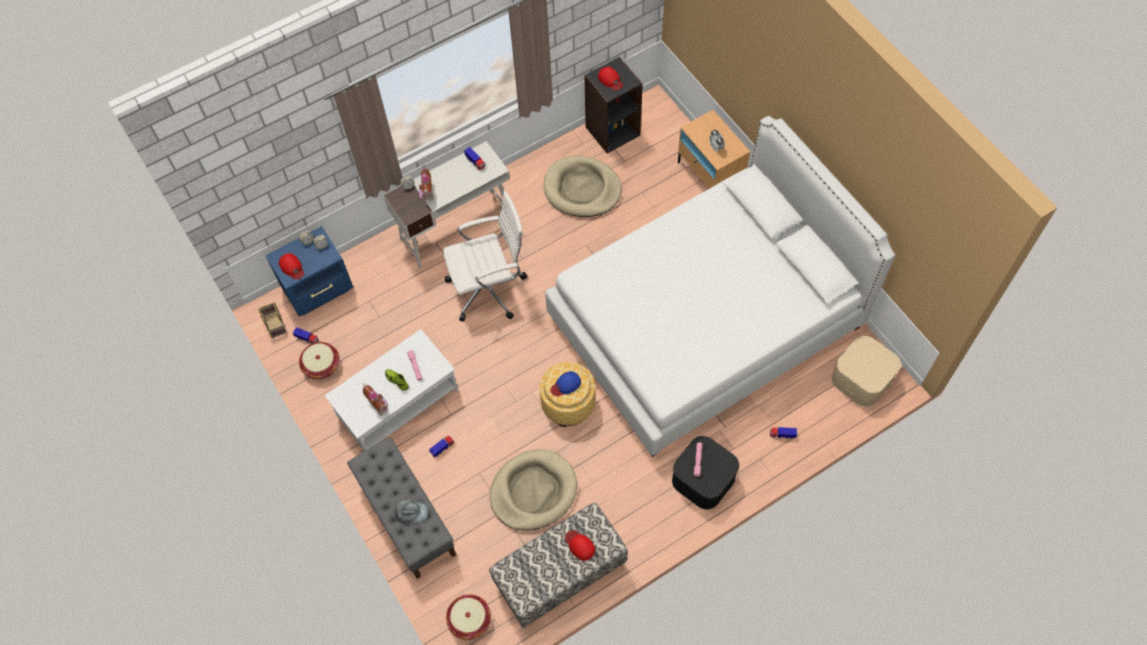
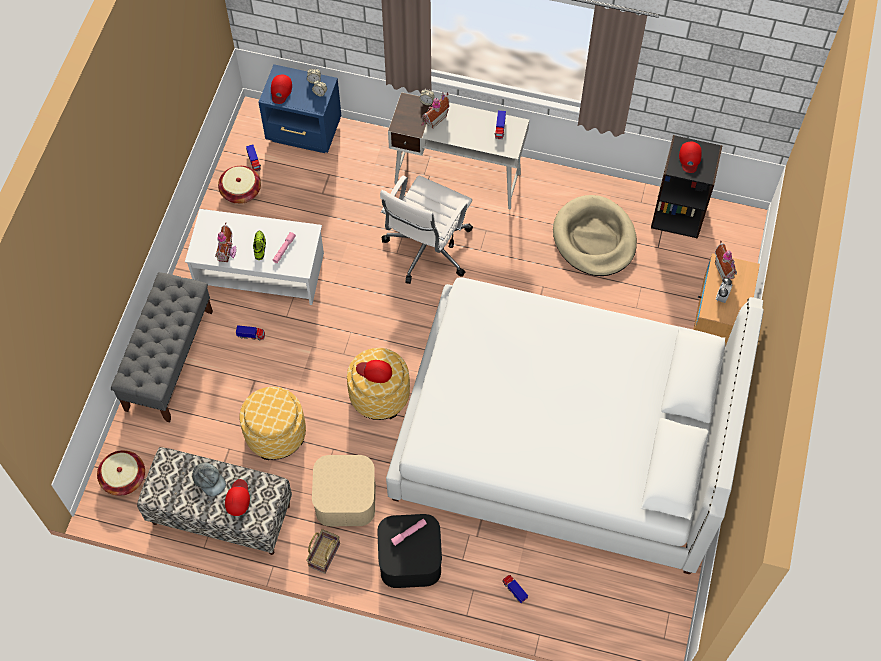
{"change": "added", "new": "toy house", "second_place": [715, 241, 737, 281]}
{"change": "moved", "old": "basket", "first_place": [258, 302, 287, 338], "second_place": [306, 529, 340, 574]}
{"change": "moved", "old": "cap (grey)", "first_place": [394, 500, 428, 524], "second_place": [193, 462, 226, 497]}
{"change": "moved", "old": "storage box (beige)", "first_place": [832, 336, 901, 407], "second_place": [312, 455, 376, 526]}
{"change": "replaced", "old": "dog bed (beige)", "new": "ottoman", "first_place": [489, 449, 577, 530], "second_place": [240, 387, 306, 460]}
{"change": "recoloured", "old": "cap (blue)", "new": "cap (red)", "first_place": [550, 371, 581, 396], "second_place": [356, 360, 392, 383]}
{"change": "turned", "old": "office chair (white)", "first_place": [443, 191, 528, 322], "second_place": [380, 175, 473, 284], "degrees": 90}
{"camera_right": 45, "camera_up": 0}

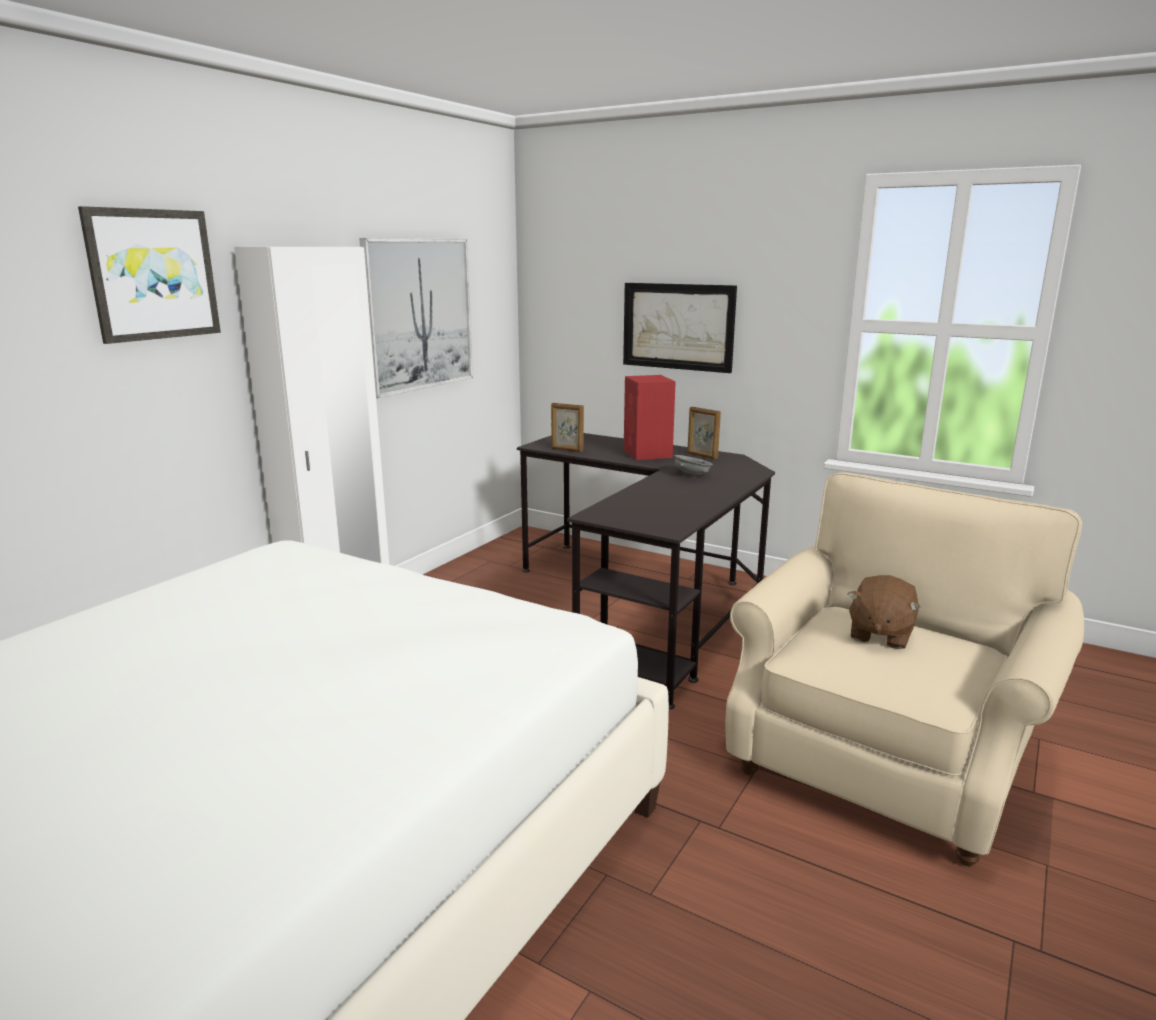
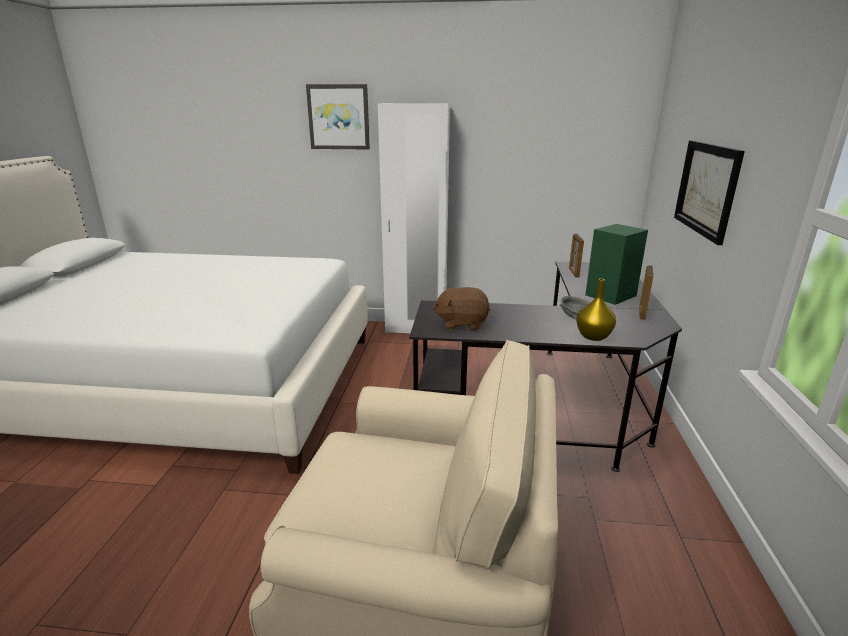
{"change": "removed", "old": "picture", "first_place": [359, 238, 473, 398]}
{"change": "added", "new": "vase (yellow)", "second_place": [576, 279, 616, 341]}
{"change": "moved", "old": "plush toy (brown)", "first_place": [848, 575, 921, 649], "second_place": [432, 287, 490, 331]}
{"change": "recoloured", "old": "speaker (red)", "new": "speaker (green)", "first_place": [624, 375, 676, 460], "second_place": [585, 224, 648, 305]}
{"camera_right": 65, "camera_up": 5}

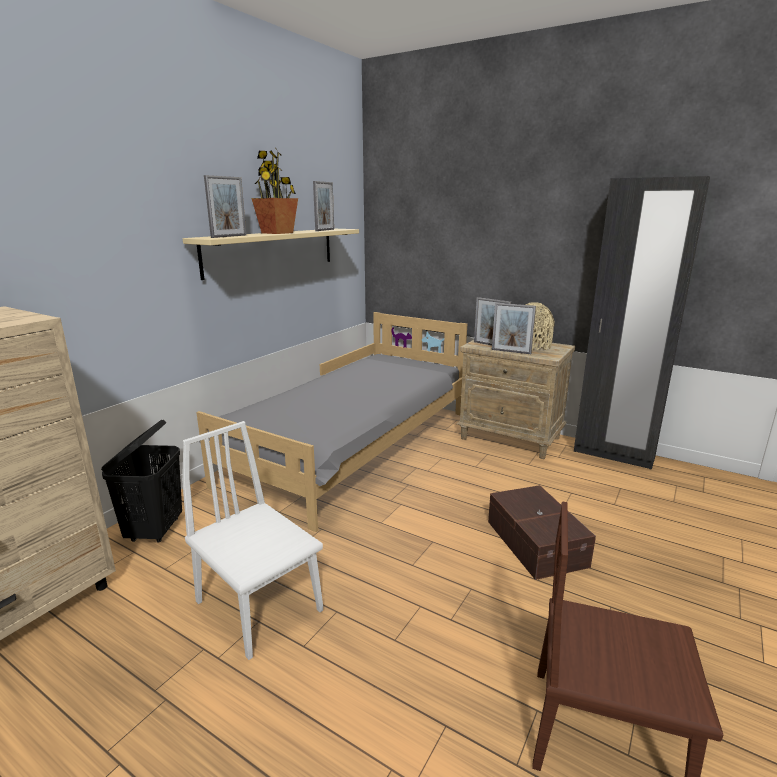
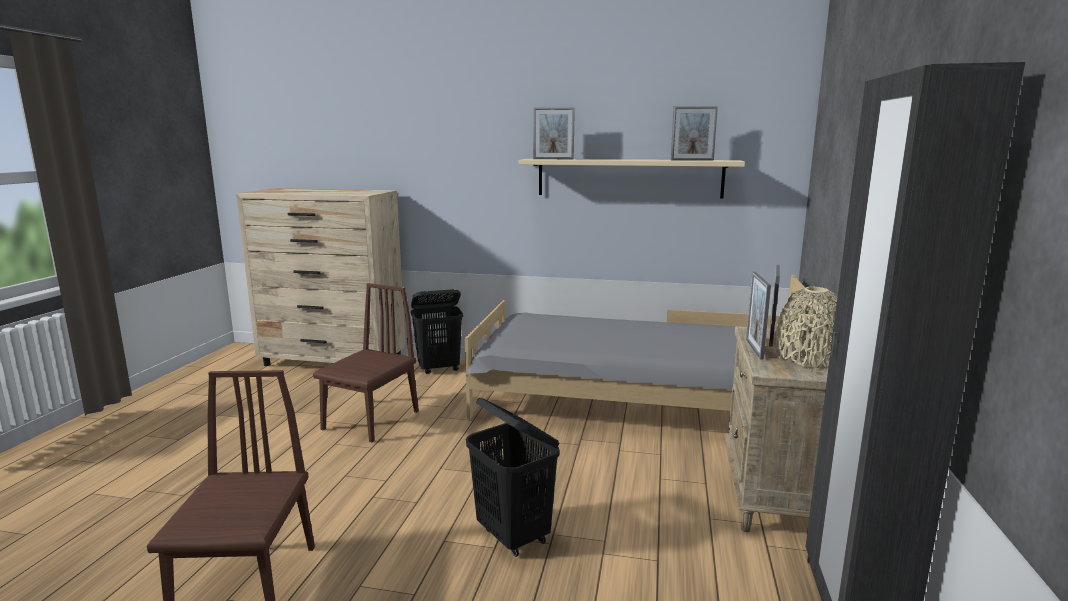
{"change": "removed", "old": "potted plant", "first_place": [252, 149, 298, 234]}
{"change": "replaced", "old": "storage box (brown)", "new": "laundry basket (black)", "first_place": [488, 485, 596, 580], "second_place": [466, 398, 560, 557]}
{"change": "recoloured", "old": "chair (white)", "new": "chair (brown)", "first_place": [182, 421, 323, 660], "second_place": [313, 283, 419, 442]}
{"camera_right": 70, "camera_up": -5}

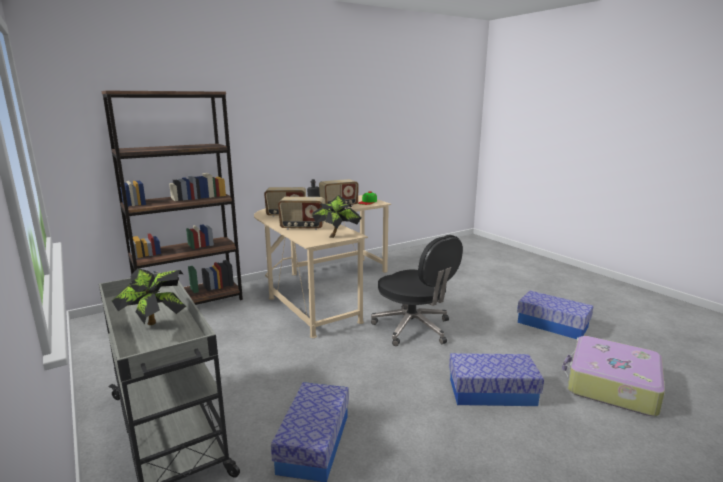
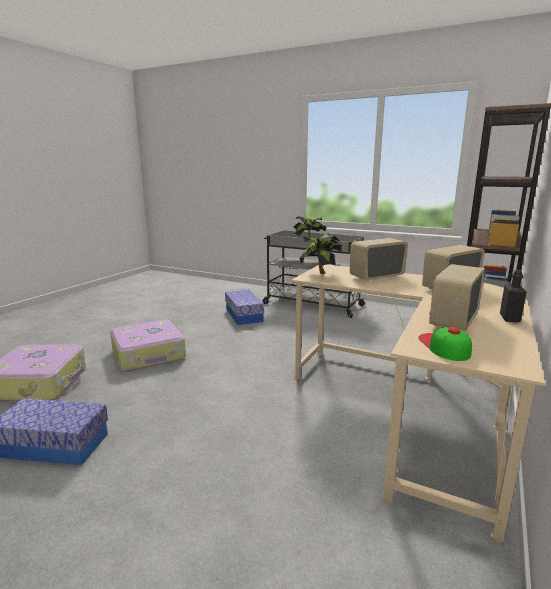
{"change": "removed", "old": "office chair (black)", "first_place": [371, 235, 463, 346]}
{"change": "replaced", "old": "storage box", "new": "suitcase", "first_place": [449, 353, 544, 406], "second_place": [110, 319, 186, 371]}
{"camera_right": 150, "camera_up": 0}

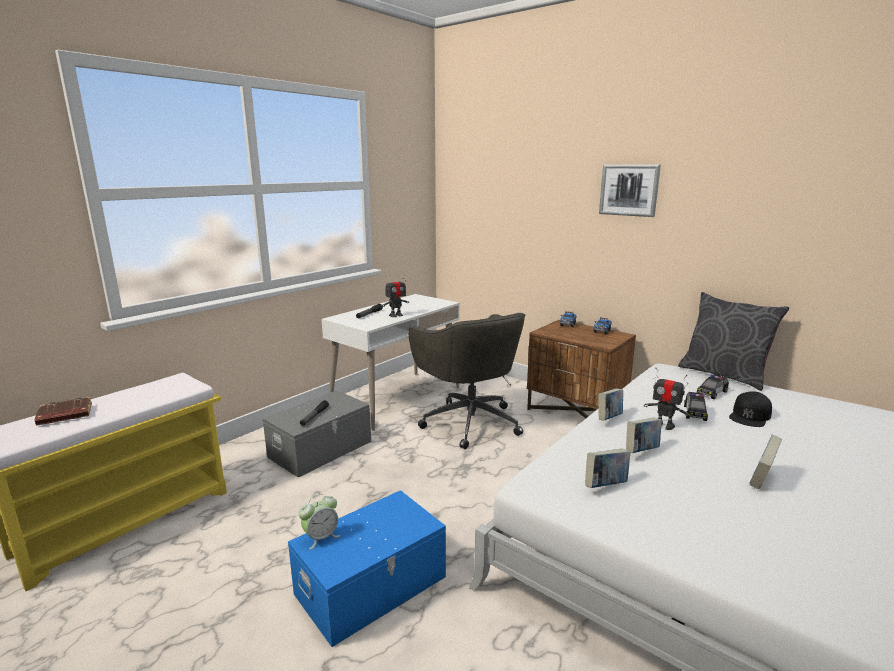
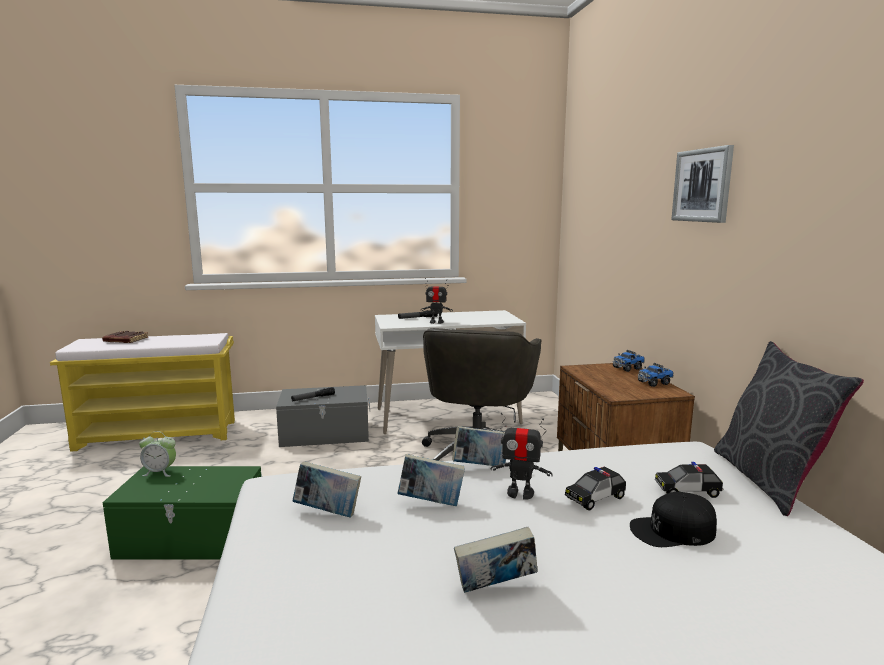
{"change": "recoloured", "old": "storage box (blue)", "new": "storage box (green)", "first_place": [288, 490, 446, 647], "second_place": [102, 466, 262, 560]}
{"change": "turned", "old": "toy robot", "first_place": [644, 368, 690, 430], "second_place": [491, 413, 553, 500], "degrees": -60}
{"camera_right": 40, "camera_up": -5}

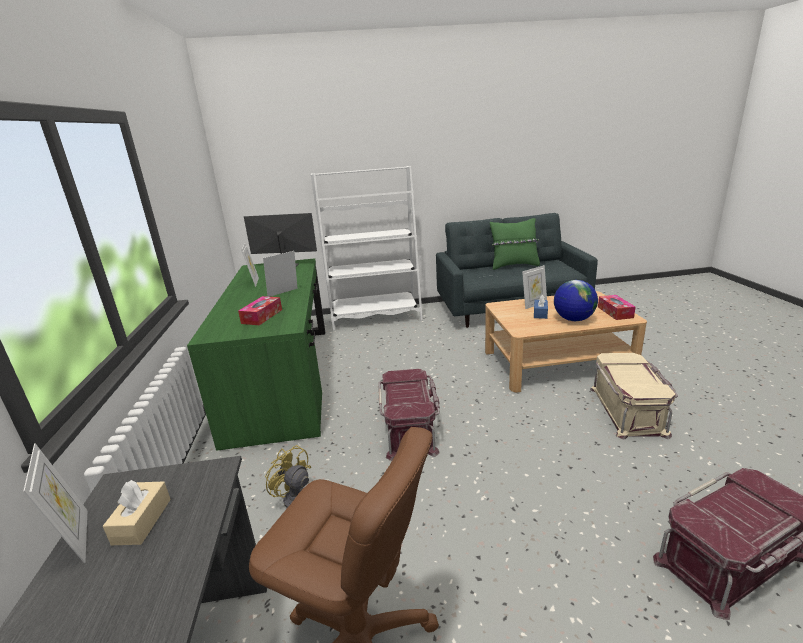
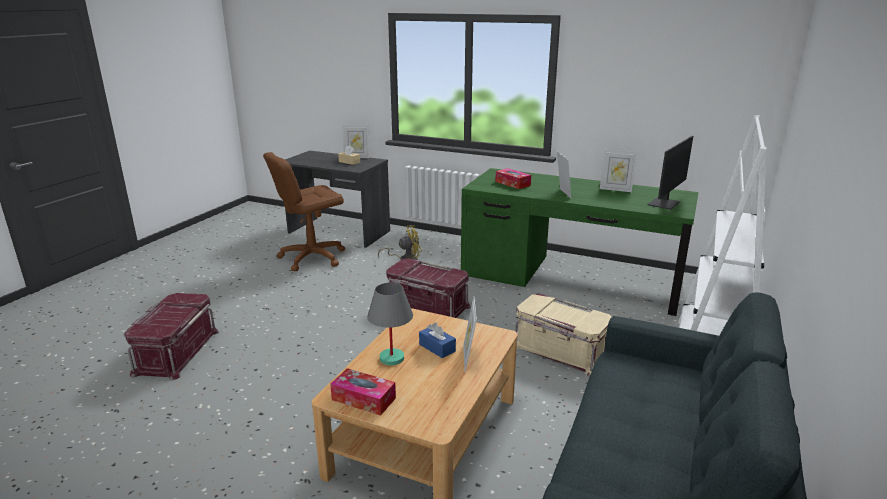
{"change": "removed", "old": "pillow (green)", "first_place": [490, 218, 540, 270]}
{"change": "moved", "old": "storage box (beige)", "first_place": [590, 353, 678, 439], "second_place": [515, 294, 611, 377]}
{"change": "replaced", "old": "globe", "new": "table lamp (grey)", "first_place": [554, 280, 598, 321], "second_place": [367, 283, 413, 365]}
{"camera_right": 120, "camera_up": 0}

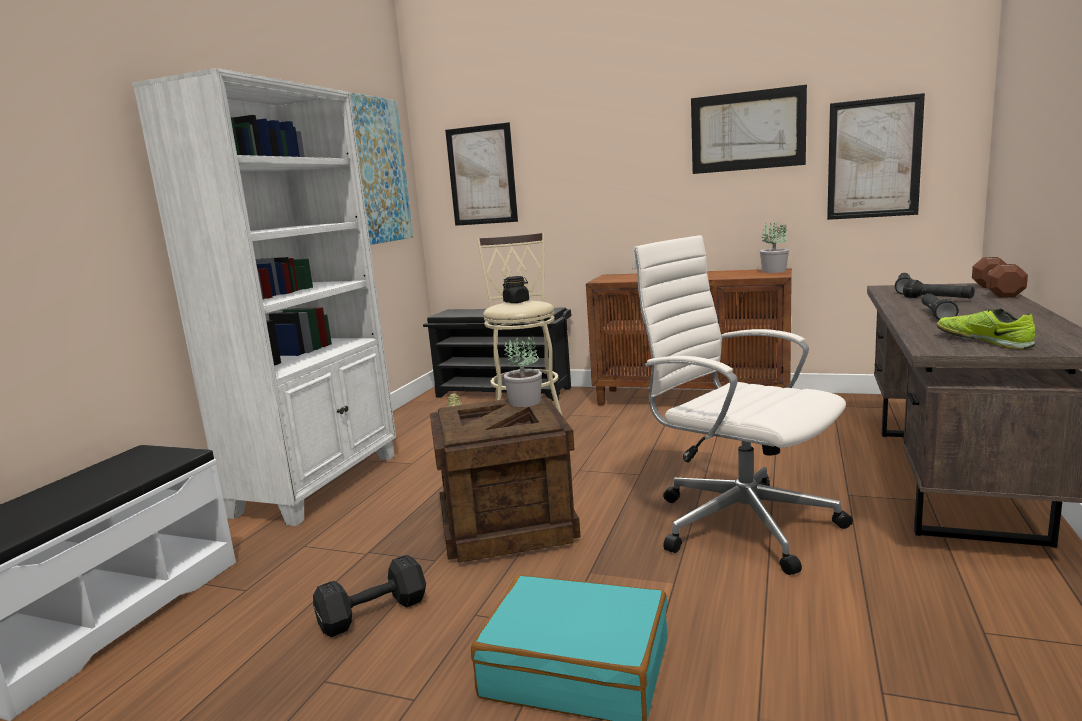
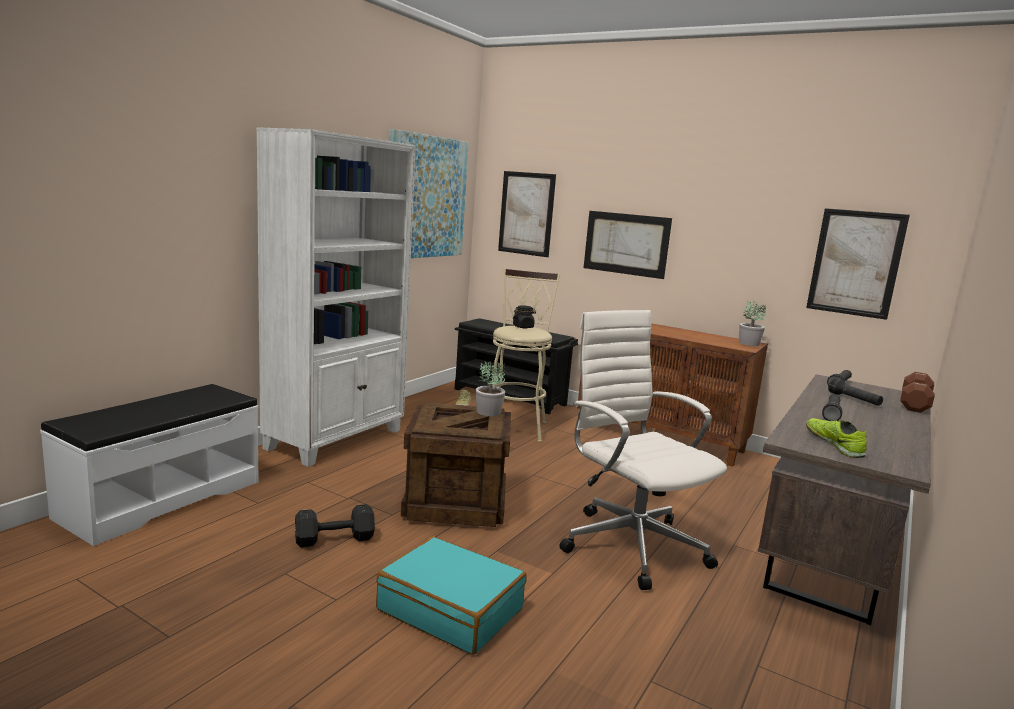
{"change": "moved", "old": "picture", "first_place": [691, 85, 807, 174], "second_place": [584, 211, 672, 279]}
{"camera_right": 10, "camera_up": 0}

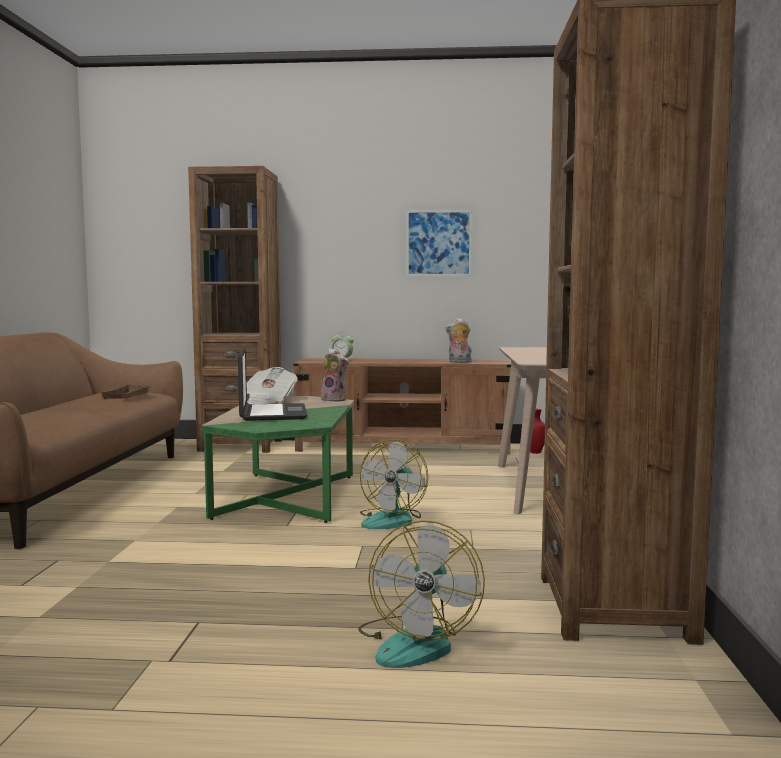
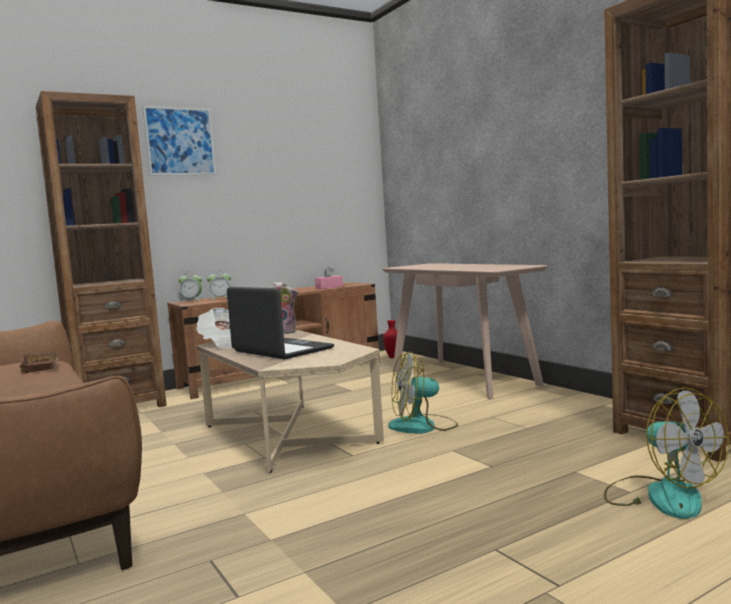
{"change": "added", "new": "alarm clock", "second_place": [178, 272, 202, 302]}
{"change": "moved", "old": "picture", "first_place": [406, 210, 472, 276], "second_place": [143, 106, 216, 176]}
{"change": "replaced", "old": "plush toy", "new": "tissue box (pink)", "first_place": [445, 318, 472, 363], "second_place": [315, 266, 343, 289]}
{"change": "recoloured", "old": "coffee table (green)", "new": "coffee table (beige)", "first_place": [201, 396, 354, 523], "second_place": [197, 330, 384, 473]}
{"change": "turned", "old": "fan", "first_place": [360, 439, 428, 529], "second_place": [388, 352, 458, 434], "degrees": 90}
{"camera_right": -35, "camera_up": 0}

